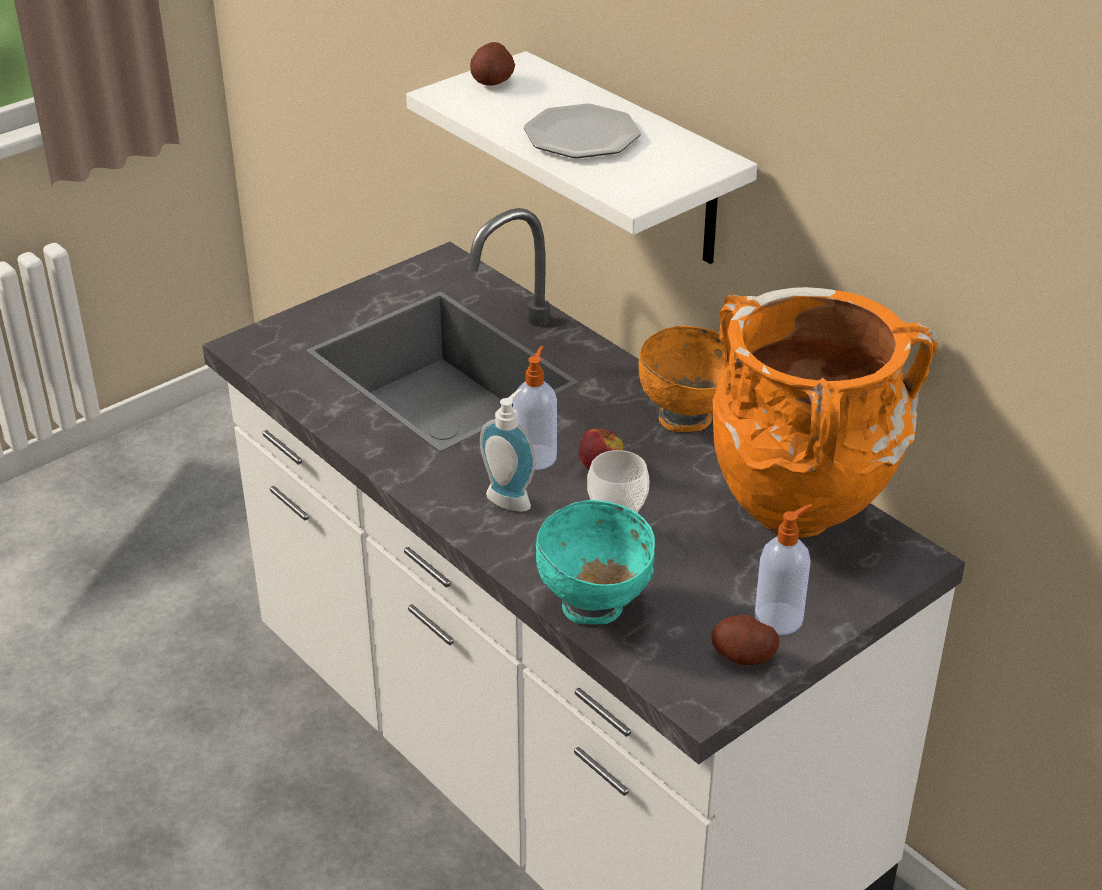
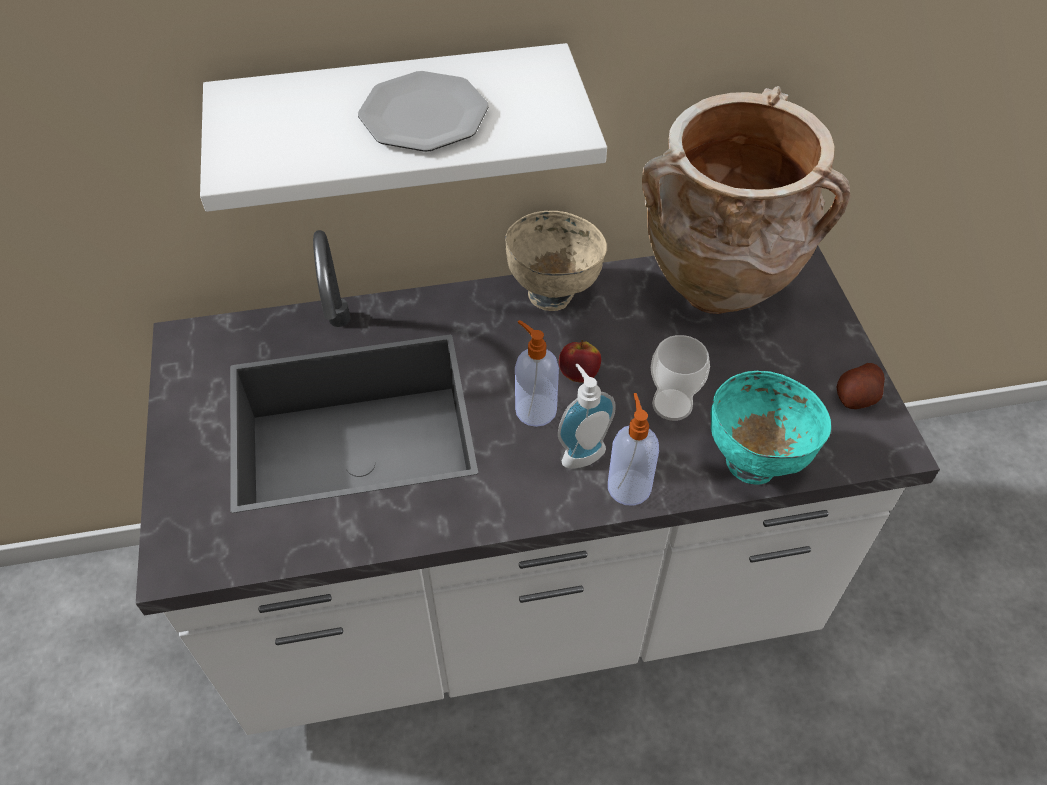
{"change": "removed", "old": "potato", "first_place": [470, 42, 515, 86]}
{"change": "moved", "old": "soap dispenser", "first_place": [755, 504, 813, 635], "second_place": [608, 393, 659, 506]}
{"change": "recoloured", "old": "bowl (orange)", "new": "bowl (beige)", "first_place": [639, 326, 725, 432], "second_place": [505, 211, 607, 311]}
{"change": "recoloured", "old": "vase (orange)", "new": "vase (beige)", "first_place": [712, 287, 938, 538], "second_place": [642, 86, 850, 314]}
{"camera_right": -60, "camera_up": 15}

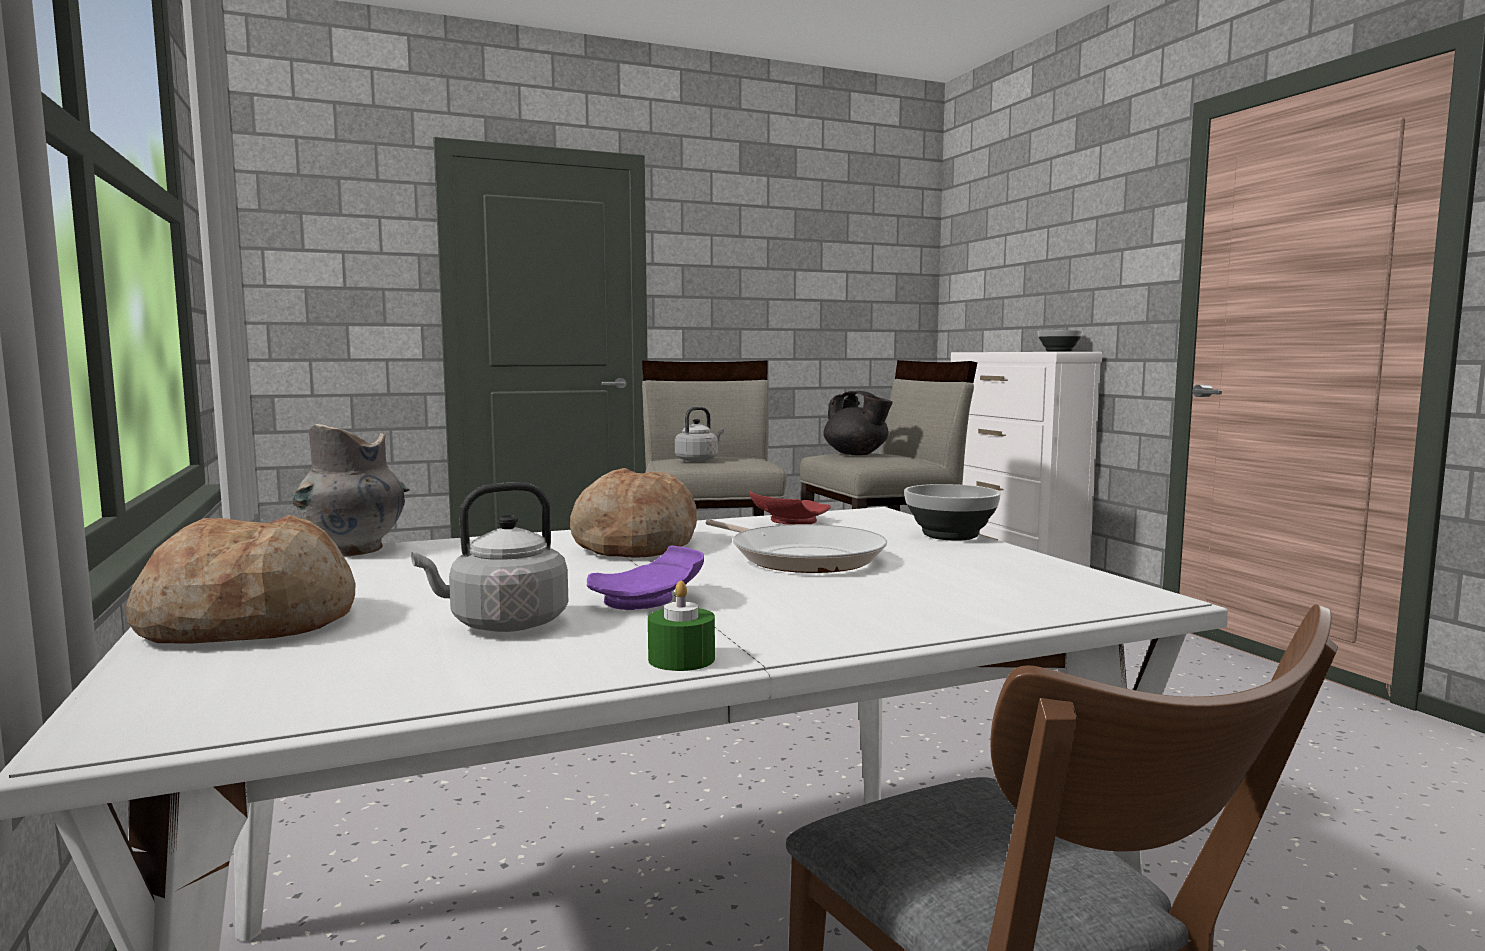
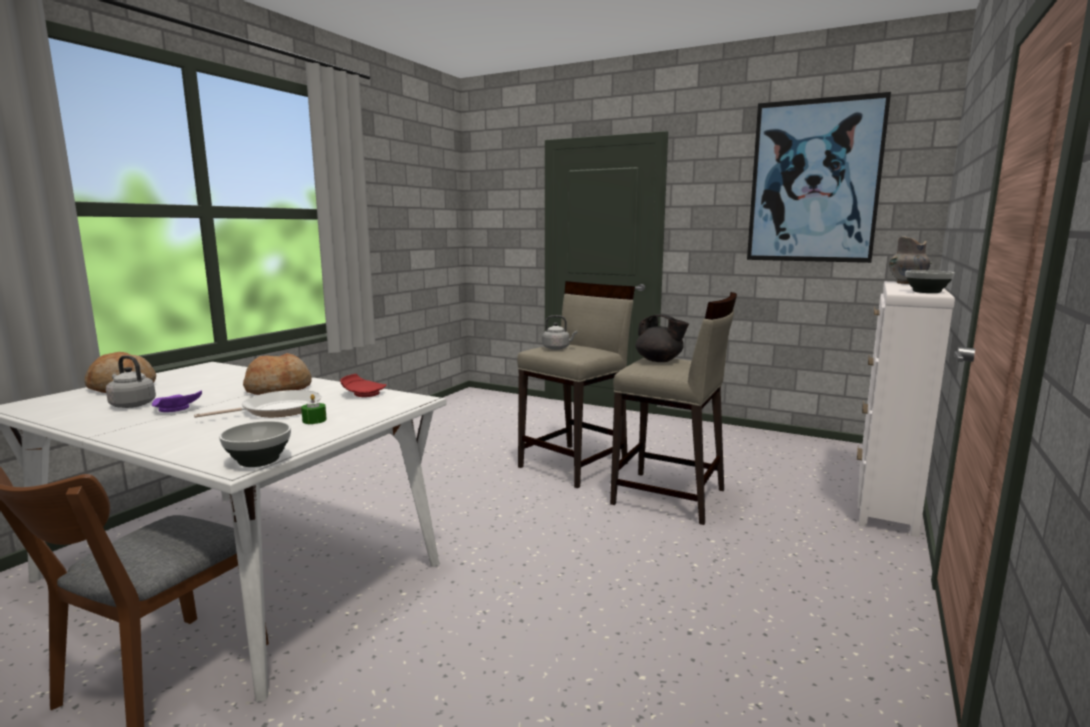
{"change": "added", "new": "picture", "second_place": [747, 92, 891, 263]}
{"change": "moved", "old": "vase (grey)", "first_place": [293, 424, 410, 556], "second_place": [889, 236, 932, 284]}
{"change": "moved", "old": "candle (green)", "first_place": [648, 581, 715, 671], "second_place": [301, 394, 327, 424]}
{"change": "moved", "old": "bowl", "first_place": [904, 484, 1001, 541], "second_place": [219, 421, 291, 467]}
{"change": "turned", "old": "frying pan", "first_place": [706, 520, 887, 573], "second_place": [194, 390, 321, 418], "degrees": -135}
{"change": "turned", "old": "teapot (black)", "first_place": [824, 391, 893, 455], "second_place": [636, 314, 689, 362], "degrees": -60}
{"camera_right": 50, "camera_up": 5}

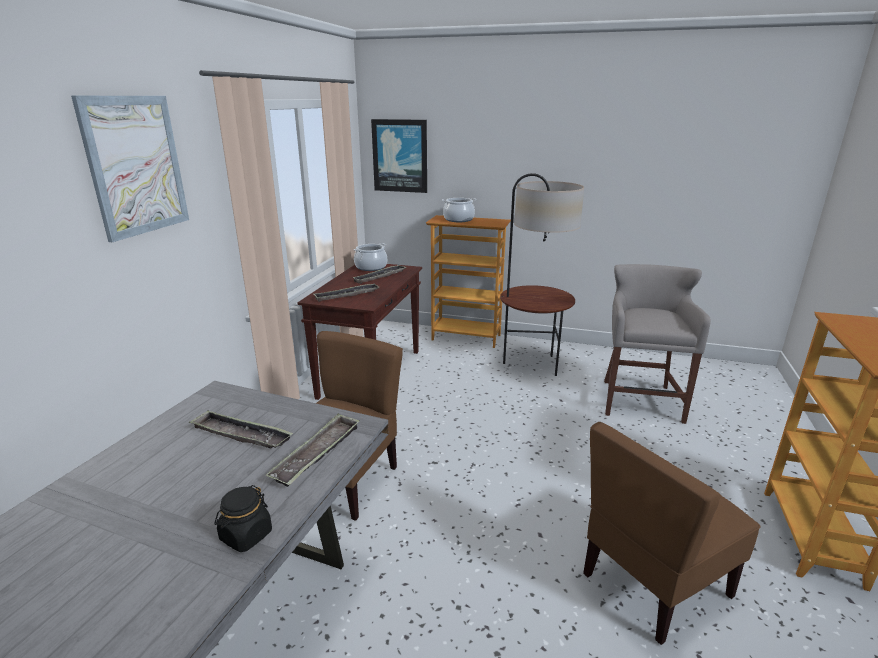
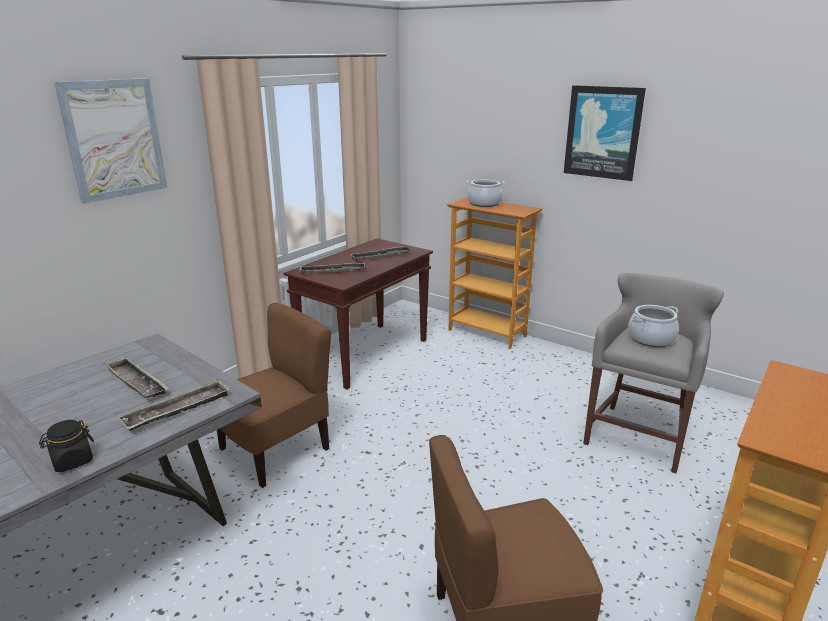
{"change": "removed", "old": "floor lamp", "first_place": [500, 173, 584, 376]}
{"change": "moved", "old": "cooking pot", "first_place": [353, 243, 387, 271], "second_place": [628, 305, 679, 347]}
{"change": "moved", "old": "picture", "first_place": [371, 119, 427, 193], "second_place": [564, 85, 646, 181]}
{"camera_right": 20, "camera_up": 0}

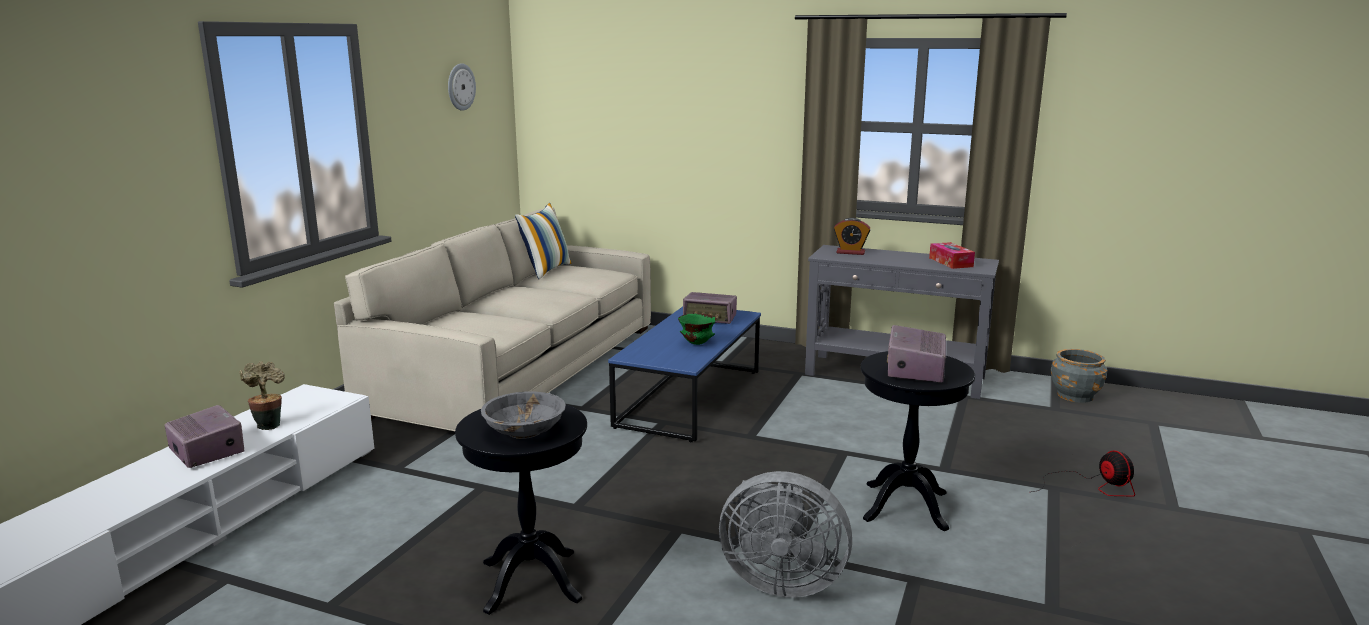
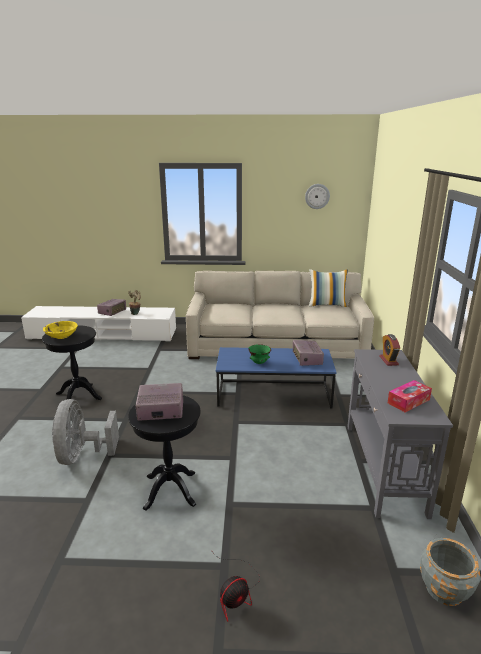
{"change": "recoloured", "old": "bowl (grey)", "new": "bowl (yellow)", "first_place": [481, 391, 566, 439], "second_place": [43, 321, 78, 339]}
{"camera_right": 70, "camera_up": 5}

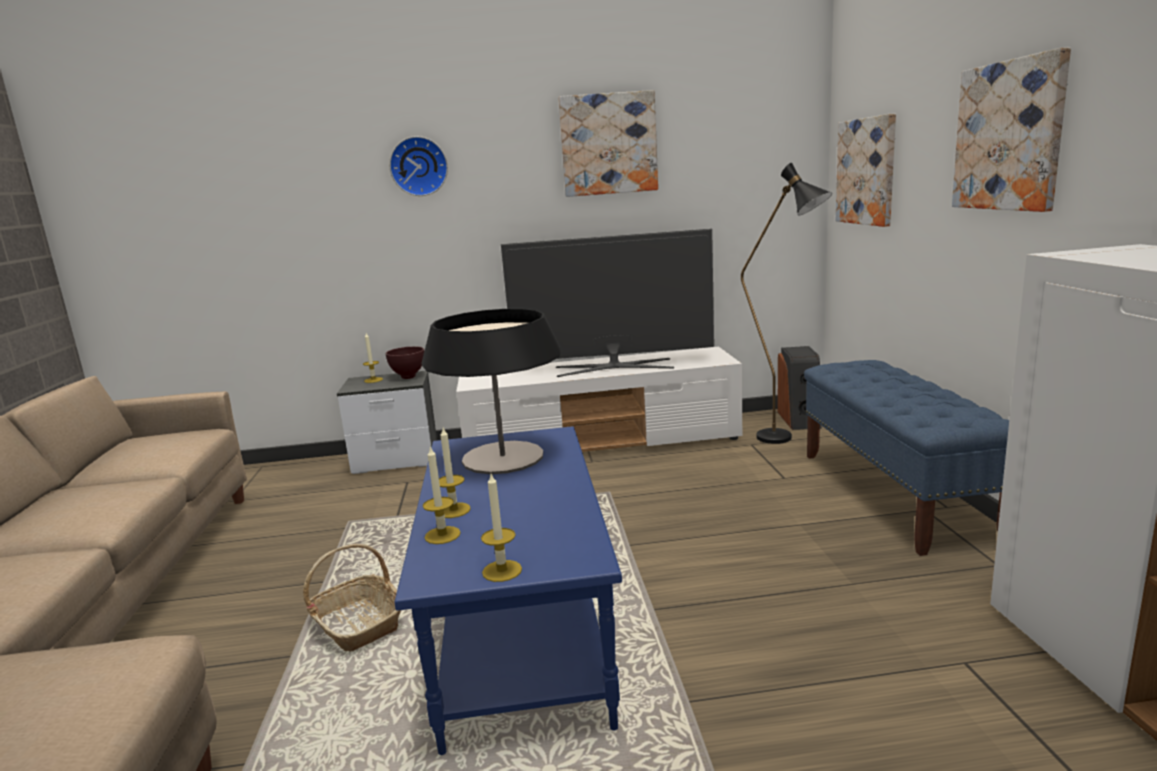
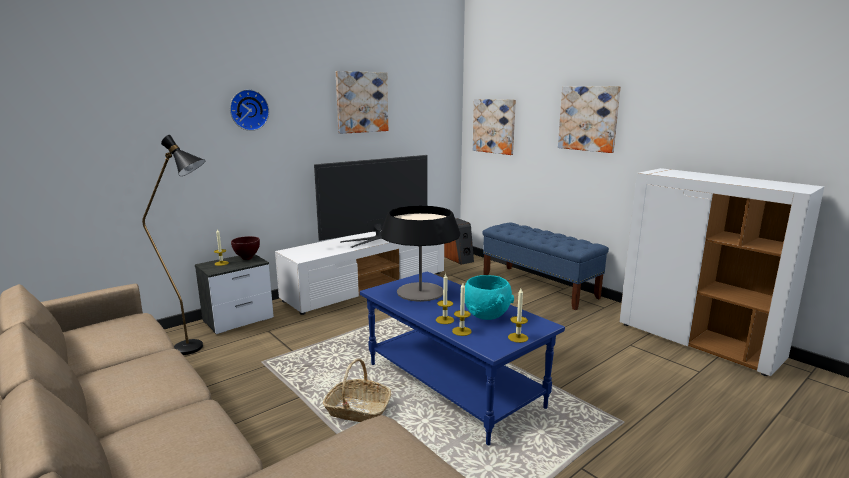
{"change": "added", "new": "bowl (turquoise)", "second_place": [460, 275, 514, 320]}
{"change": "moved", "old": "floor lamp (black)", "first_place": [741, 163, 832, 444], "second_place": [142, 135, 206, 355]}
{"camera_right": -35, "camera_up": 0}

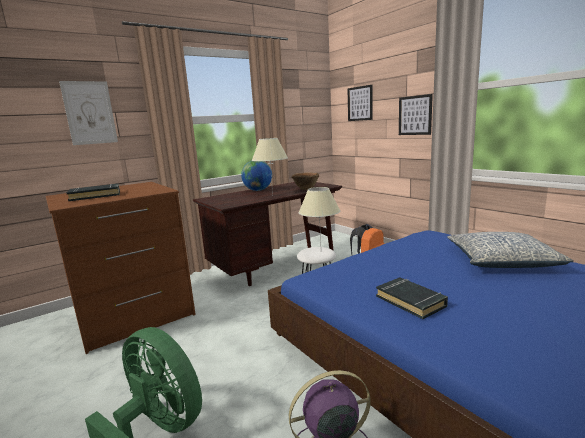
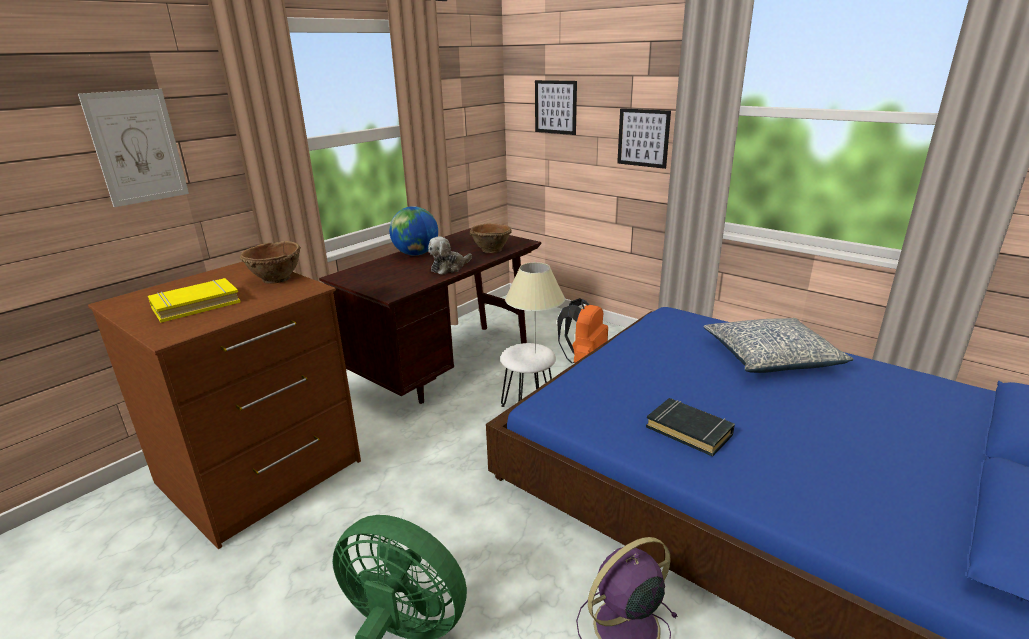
{"change": "added", "new": "bowl (brown)", "second_place": [240, 241, 301, 284]}
{"change": "replaced", "old": "table lamp (beige)", "new": "plush toy", "first_place": [252, 138, 288, 195], "second_place": [428, 236, 472, 275]}
{"change": "recoloured", "old": "book (black)", "new": "book (yellow)", "first_place": [67, 184, 120, 201], "second_place": [148, 278, 241, 323]}
{"camera_right": -15, "camera_up": 10}

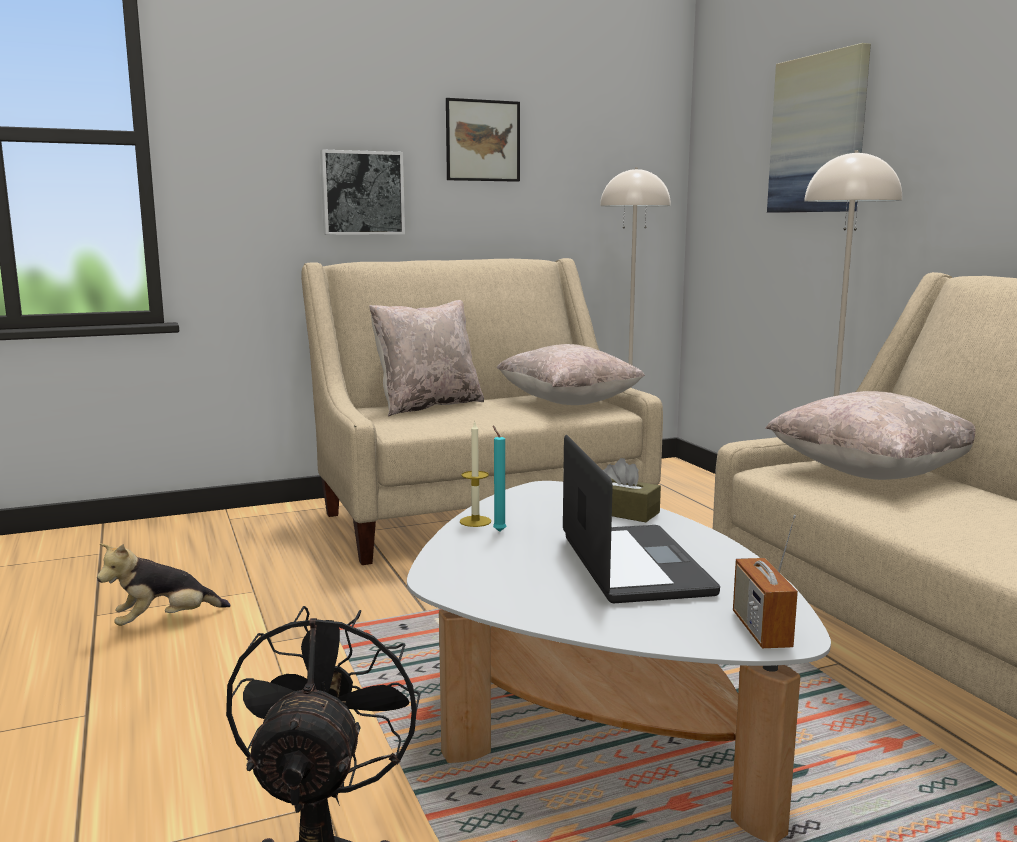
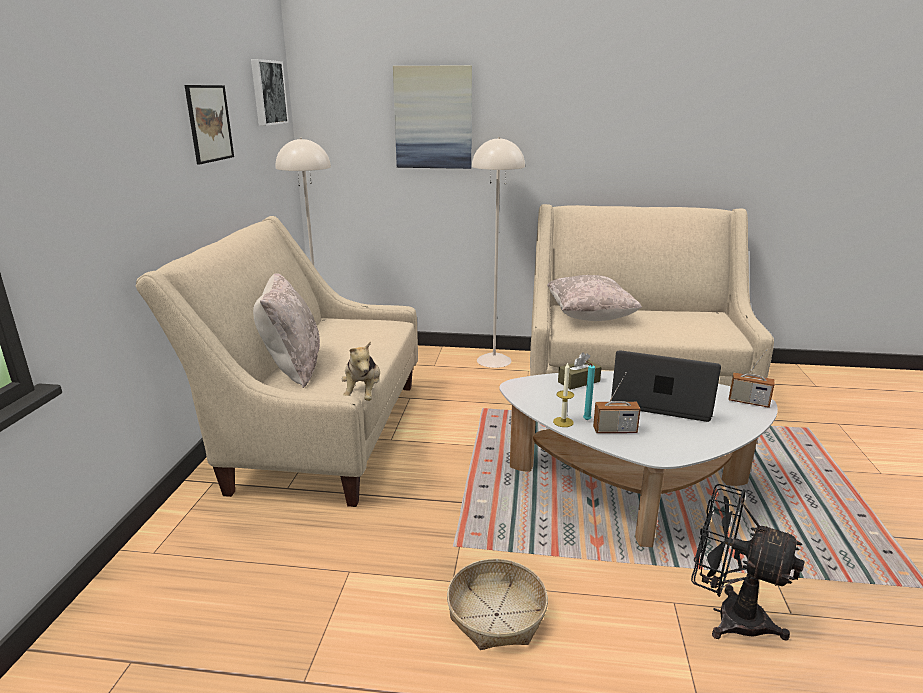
{"change": "removed", "old": "pillow (beige)", "first_place": [497, 344, 645, 405]}
{"change": "added", "new": "basket", "second_place": [447, 559, 548, 650]}
{"change": "added", "new": "radio", "second_place": [593, 372, 641, 433]}
{"change": "moved", "old": "plush toy", "first_place": [97, 543, 231, 626], "second_place": [341, 341, 380, 401]}
{"change": "moved", "old": "picture", "first_place": [320, 149, 405, 235], "second_place": [251, 59, 289, 126]}
{"camera_right": -60, "camera_up": 10}

